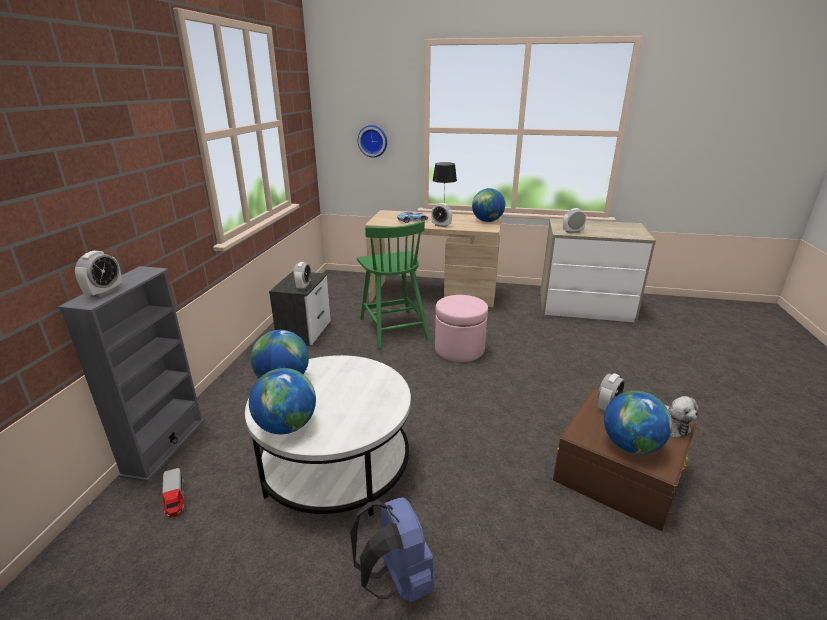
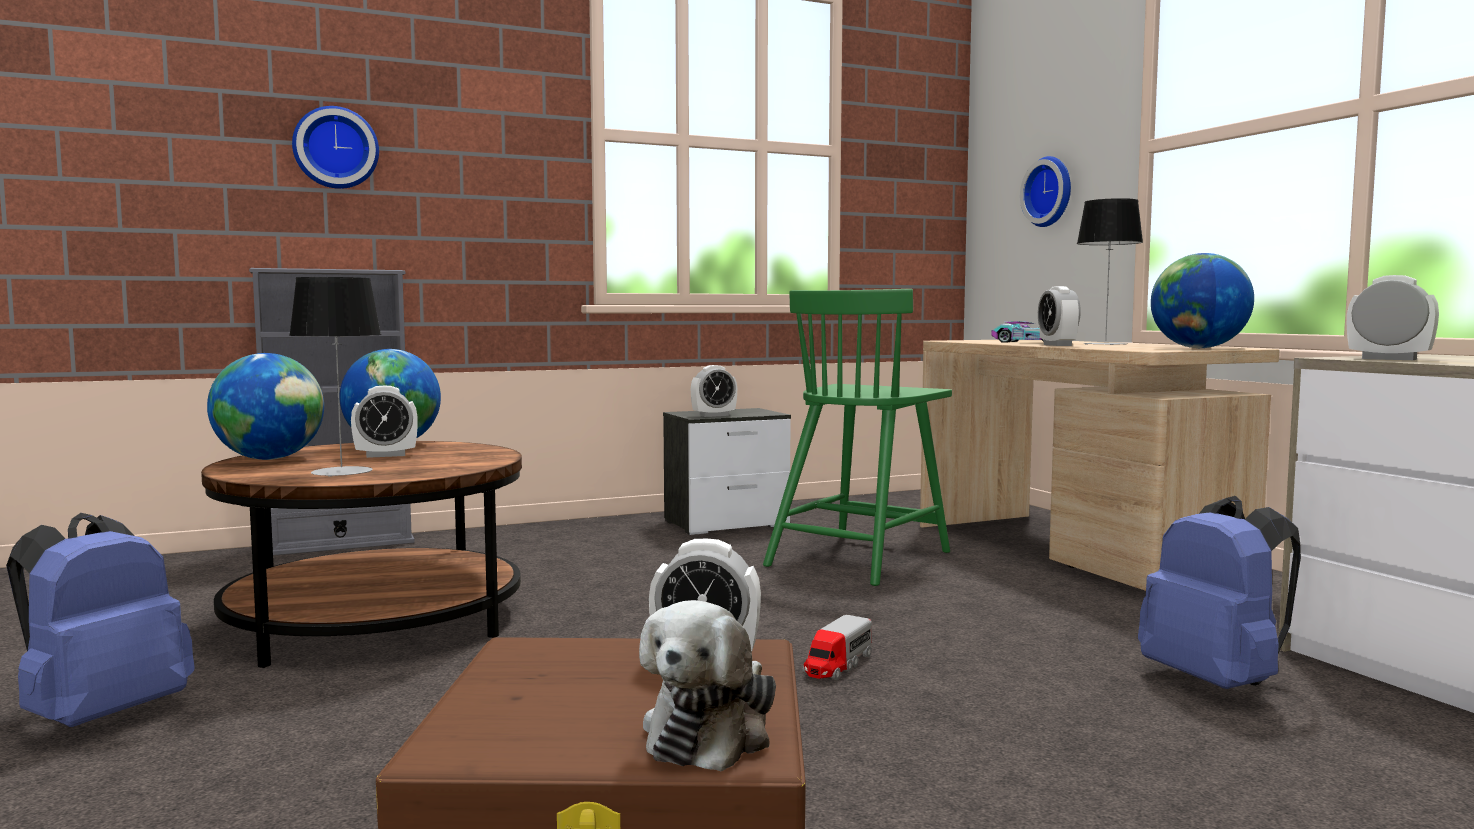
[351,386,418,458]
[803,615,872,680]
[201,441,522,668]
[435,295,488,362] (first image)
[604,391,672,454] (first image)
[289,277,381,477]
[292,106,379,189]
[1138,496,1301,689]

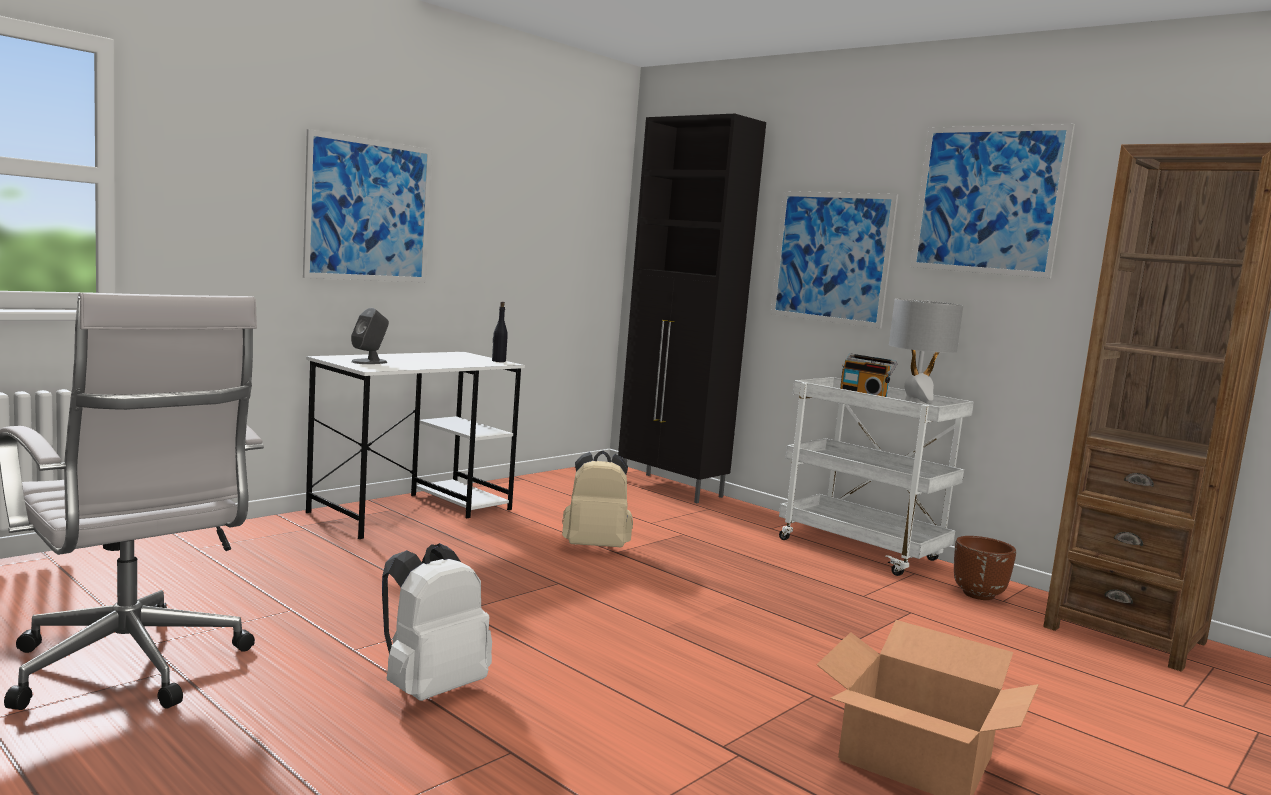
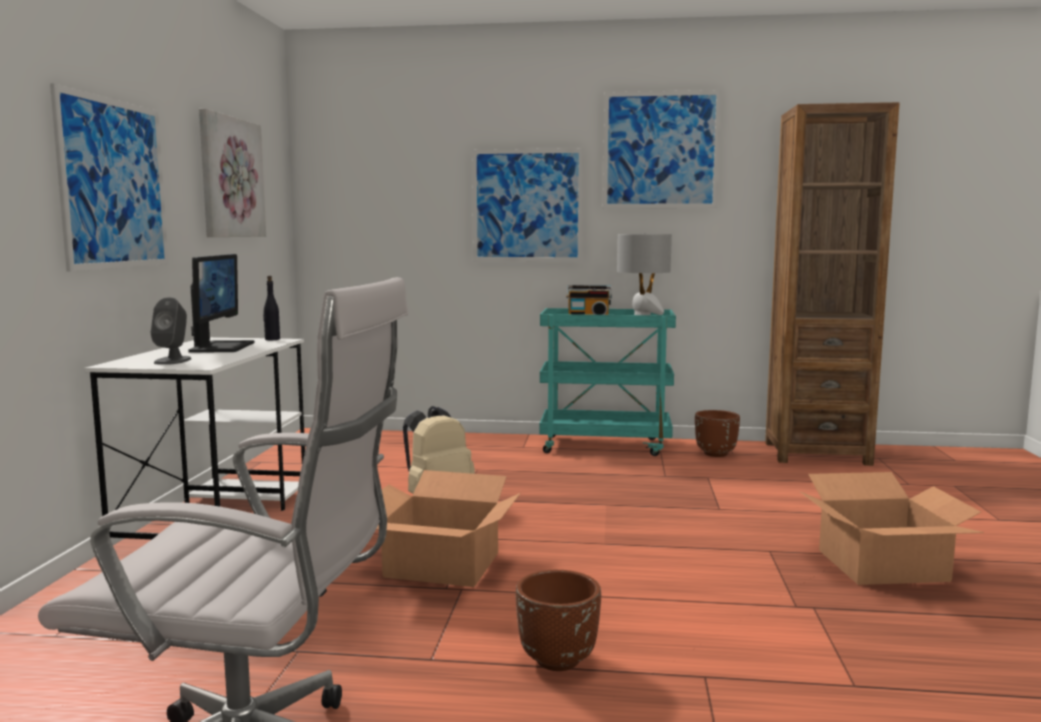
[516,570,601,671]
[618,114,766,503] (first image)
[540,308,676,456]
[188,254,255,353]
[199,109,266,237]
[376,470,521,587]

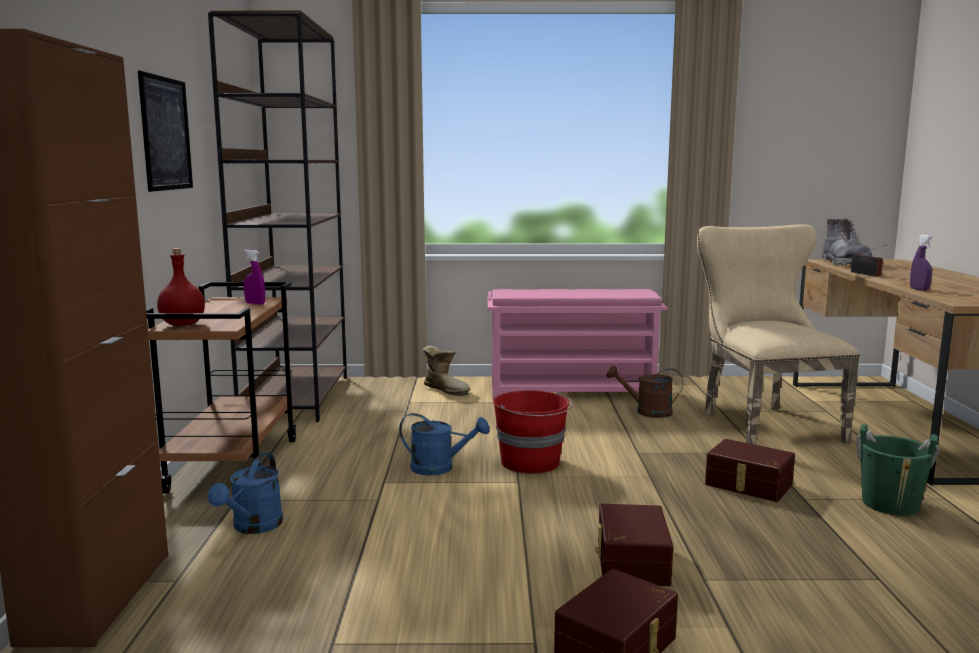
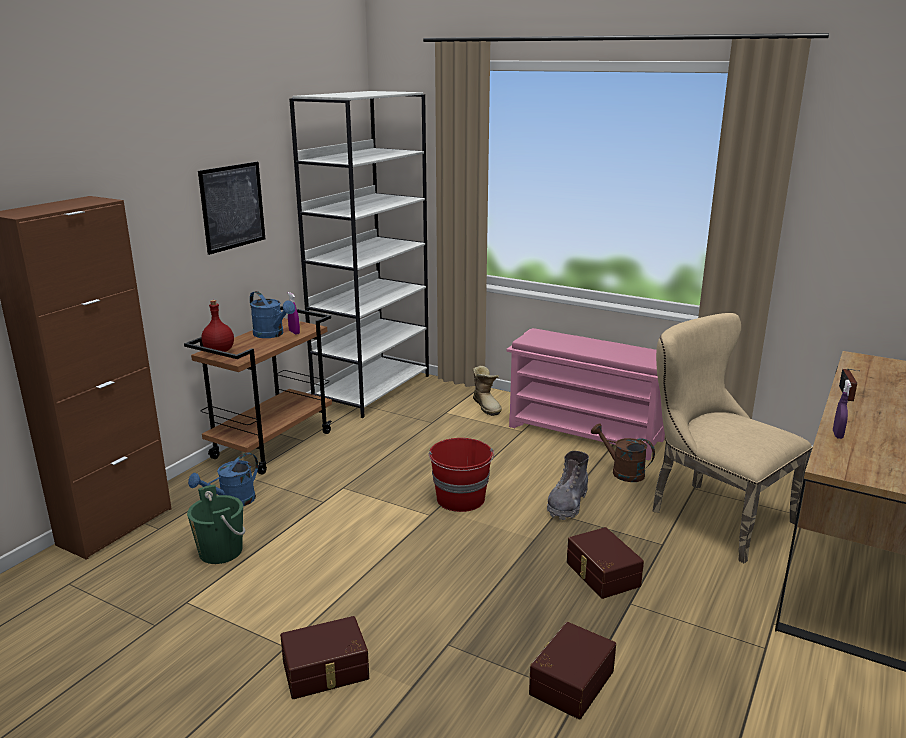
[289,91,429,418]
[250,291,295,338]
[529,622,616,719]
[653,313,813,563]
[547,451,589,520]
[187,485,246,564]

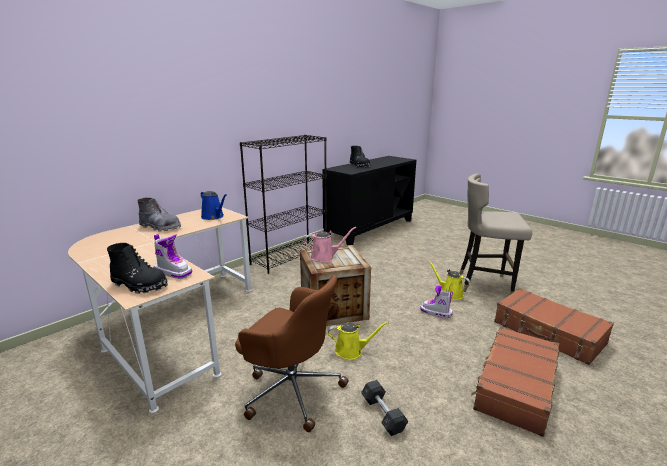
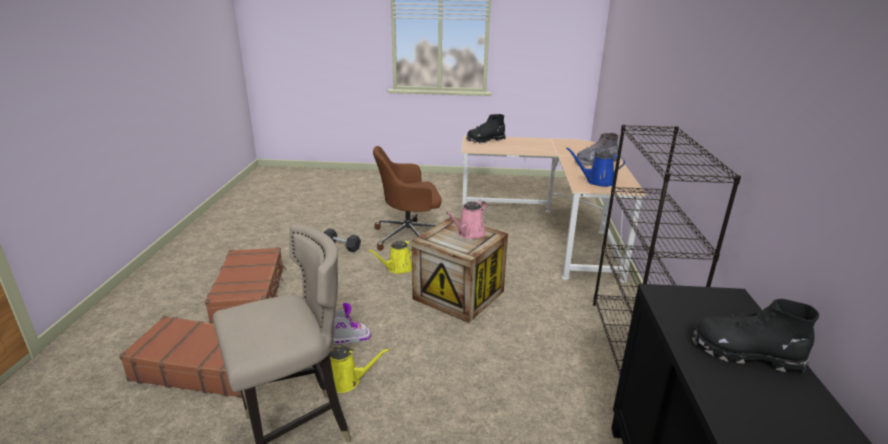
[154,234,192,279] (first image)

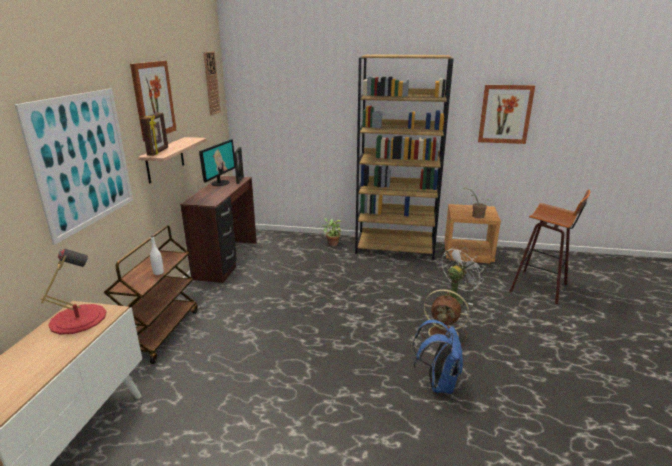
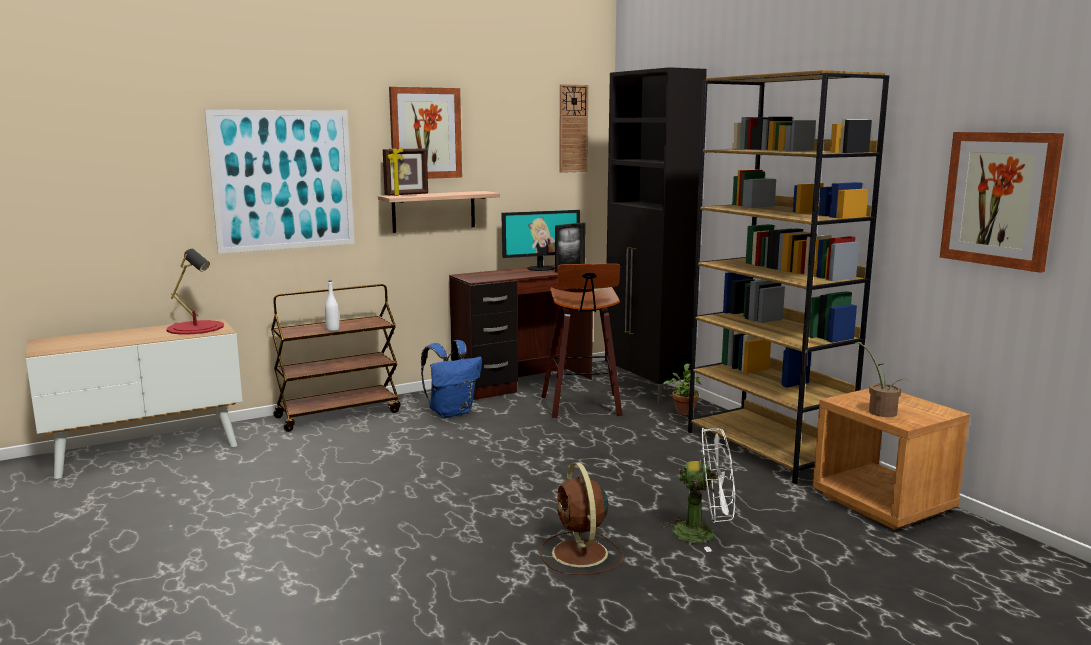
[421,340,482,418]
[541,264,623,418]
[605,67,707,404]

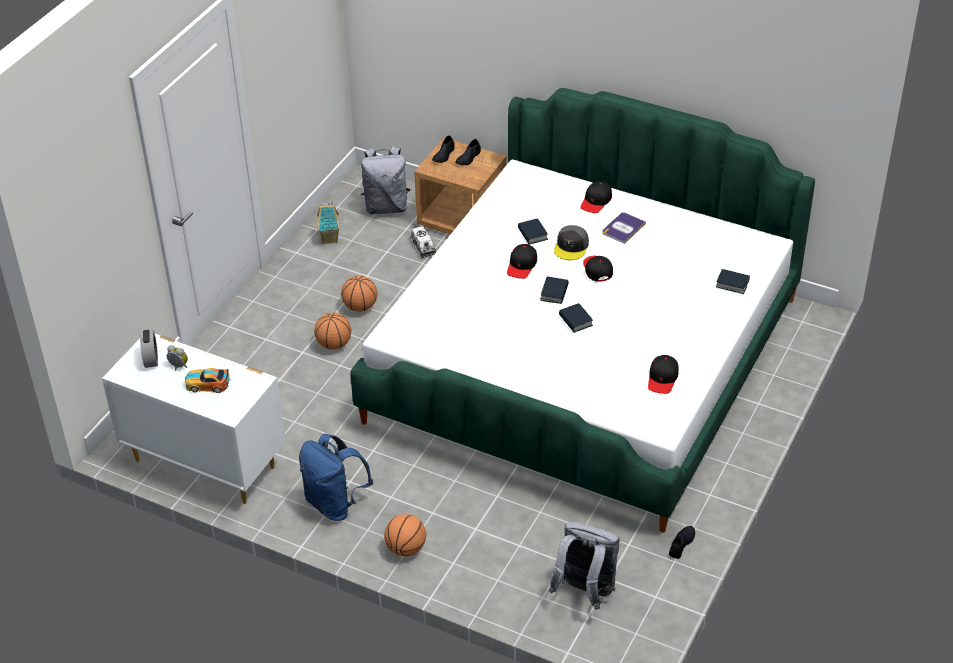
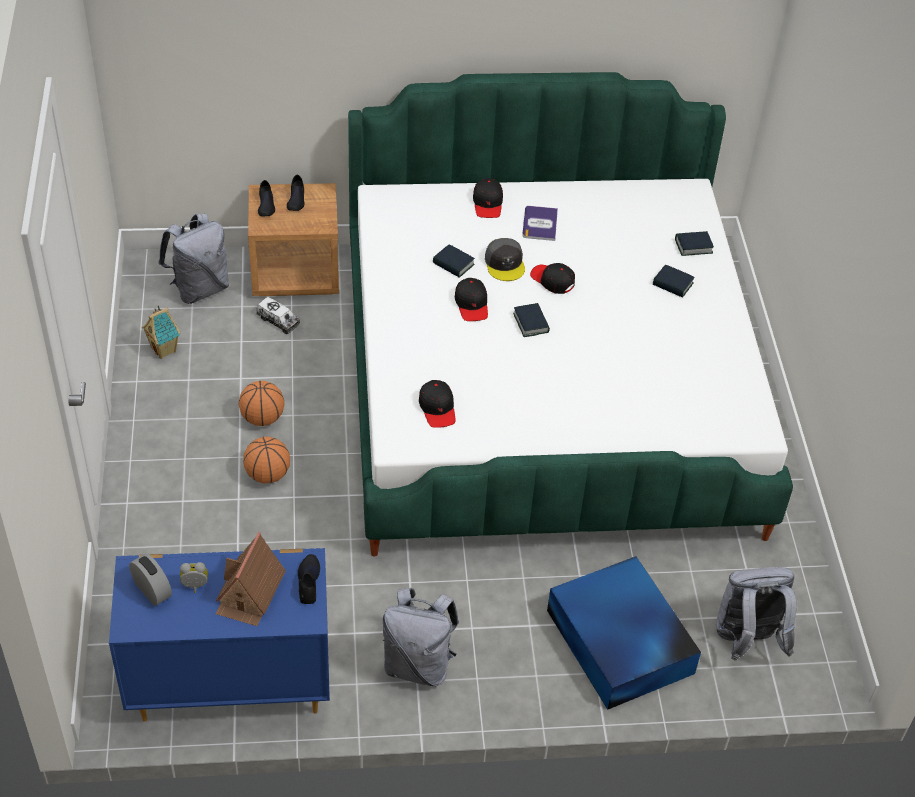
[109,548,330,722]
[216,532,286,626]
[383,588,459,686]
[384,514,426,556] (first image)
[653,265,695,298]
[419,380,455,428]
[298,554,320,604]
[547,556,701,710]

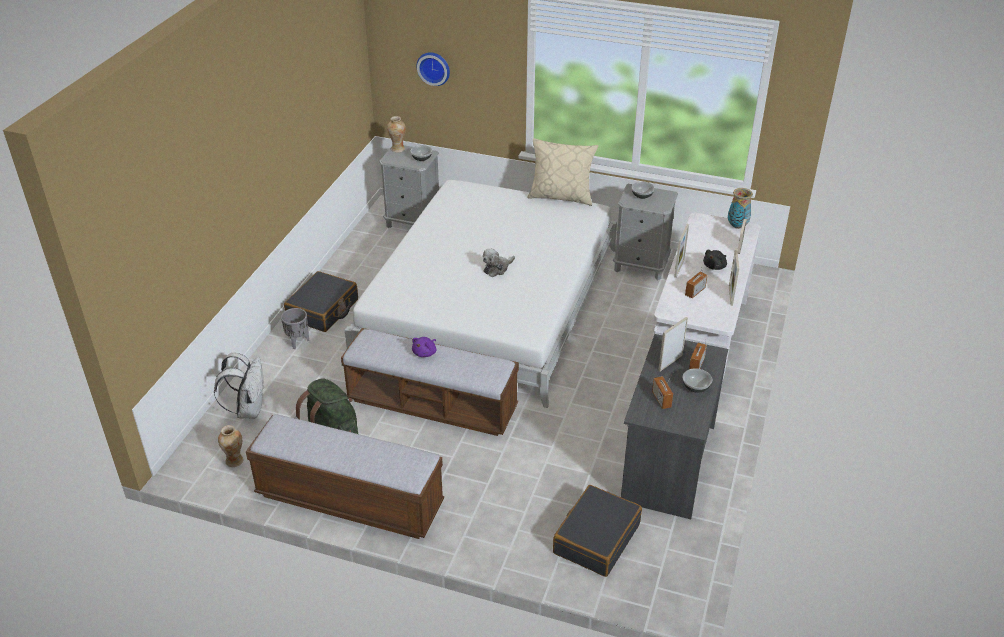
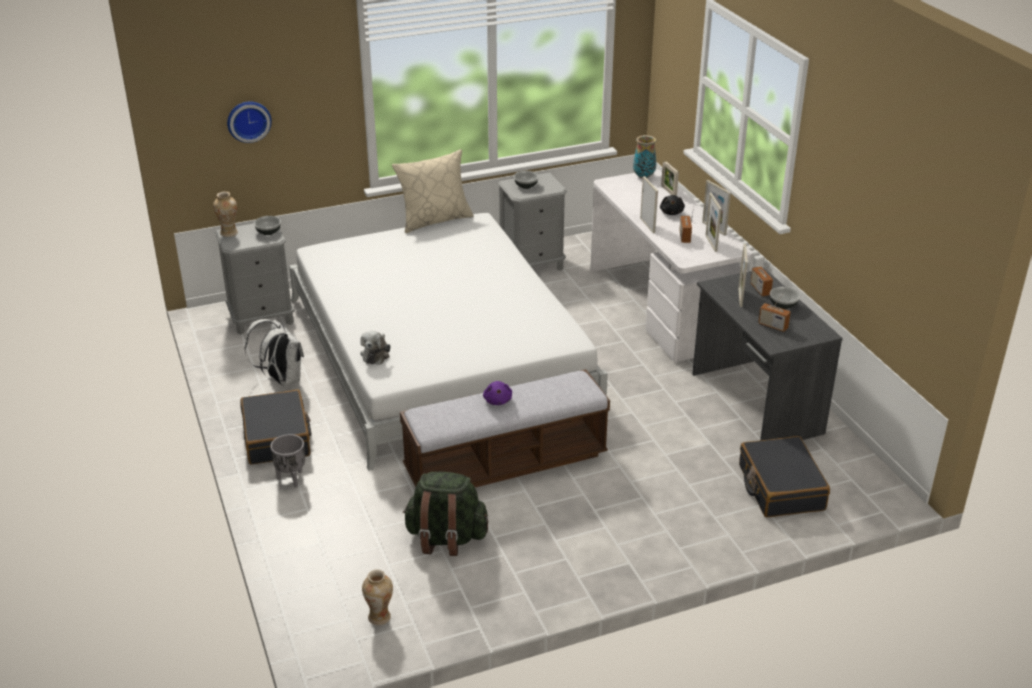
[245,319,304,386]
[246,414,444,539] (first image)
[360,331,390,365]
[705,193,722,252]

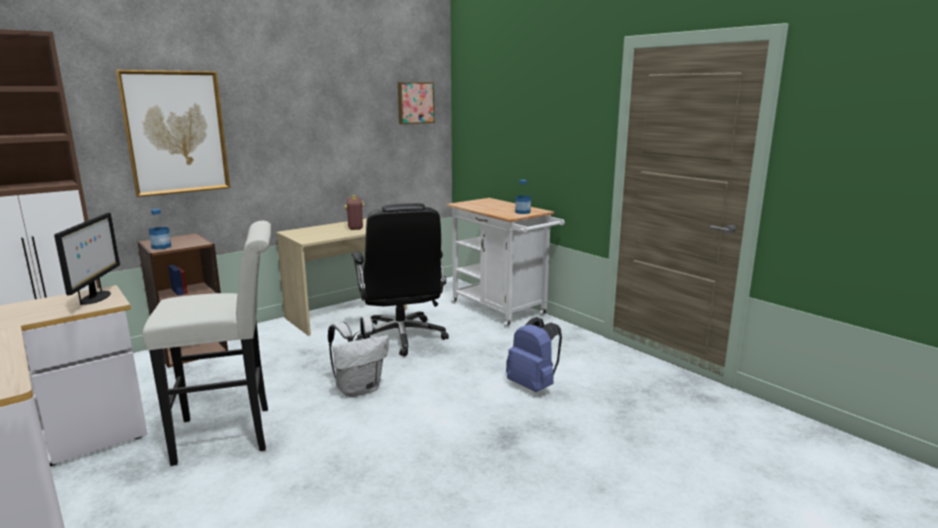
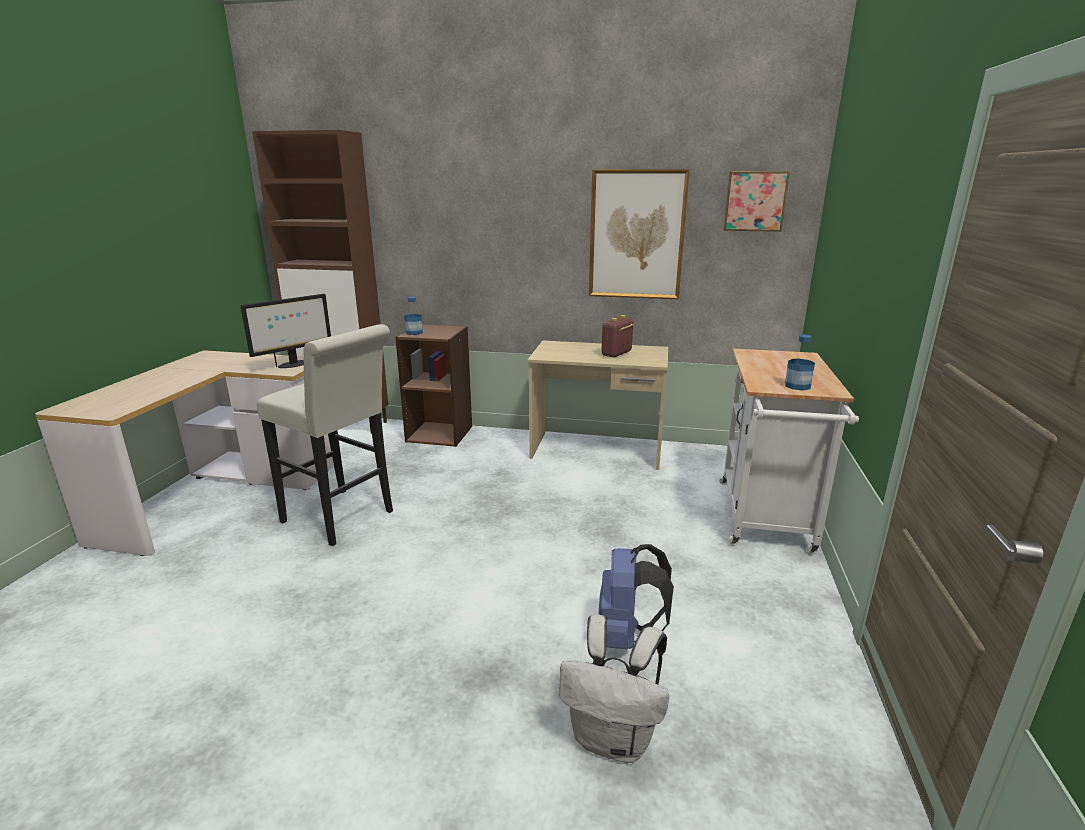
[589,169,690,299]
[559,614,669,763]
[352,203,449,357] (first image)

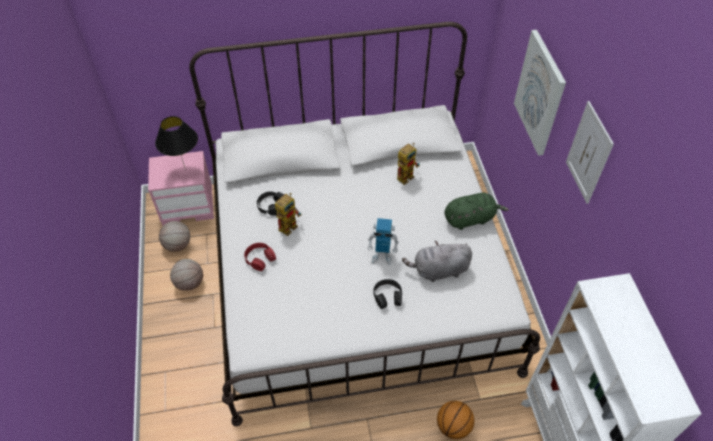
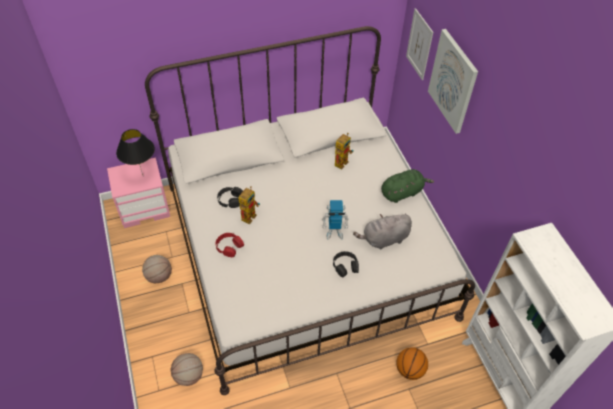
[171,353,203,386]
[406,8,433,80]

